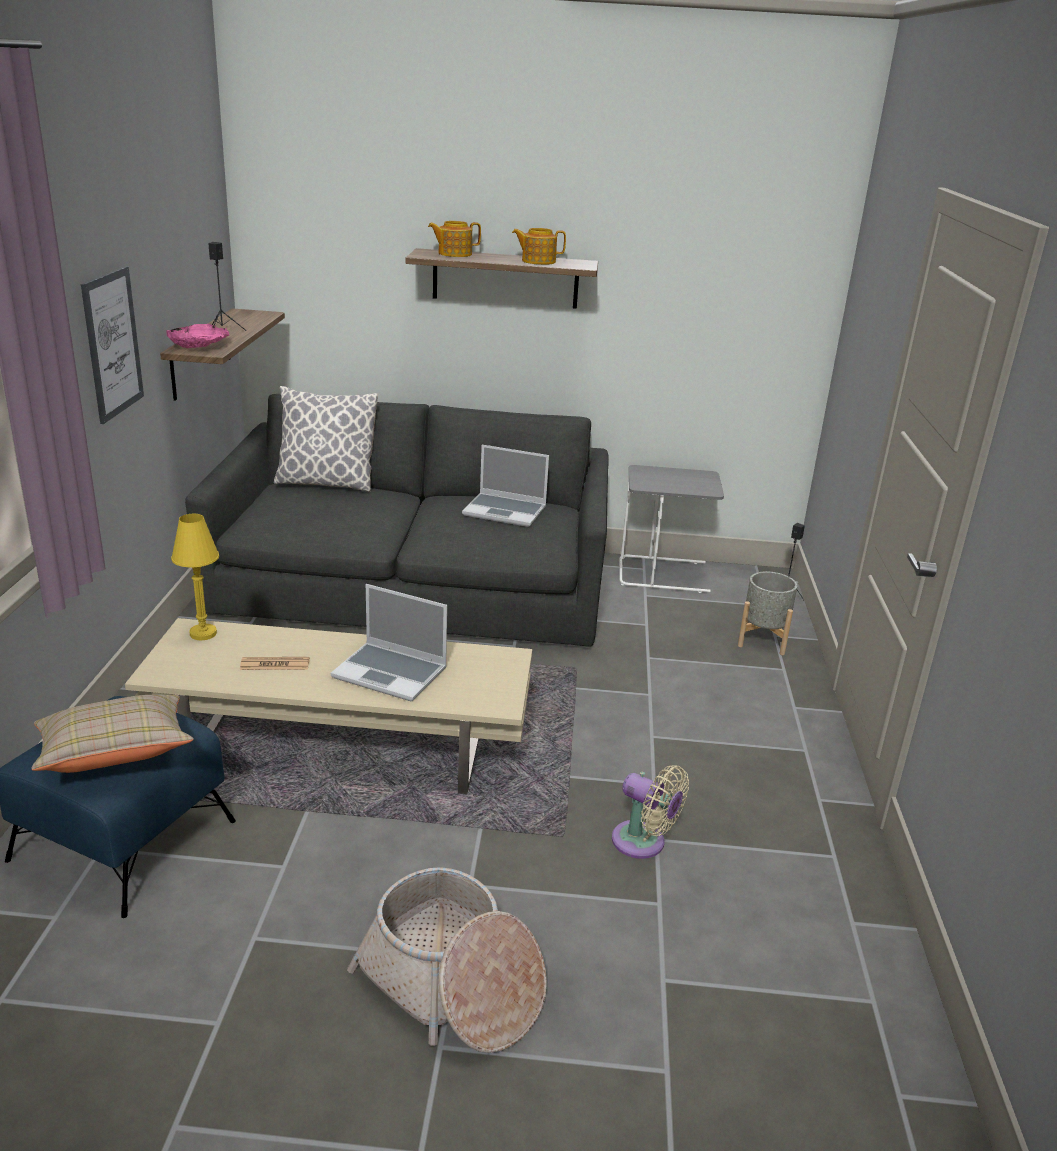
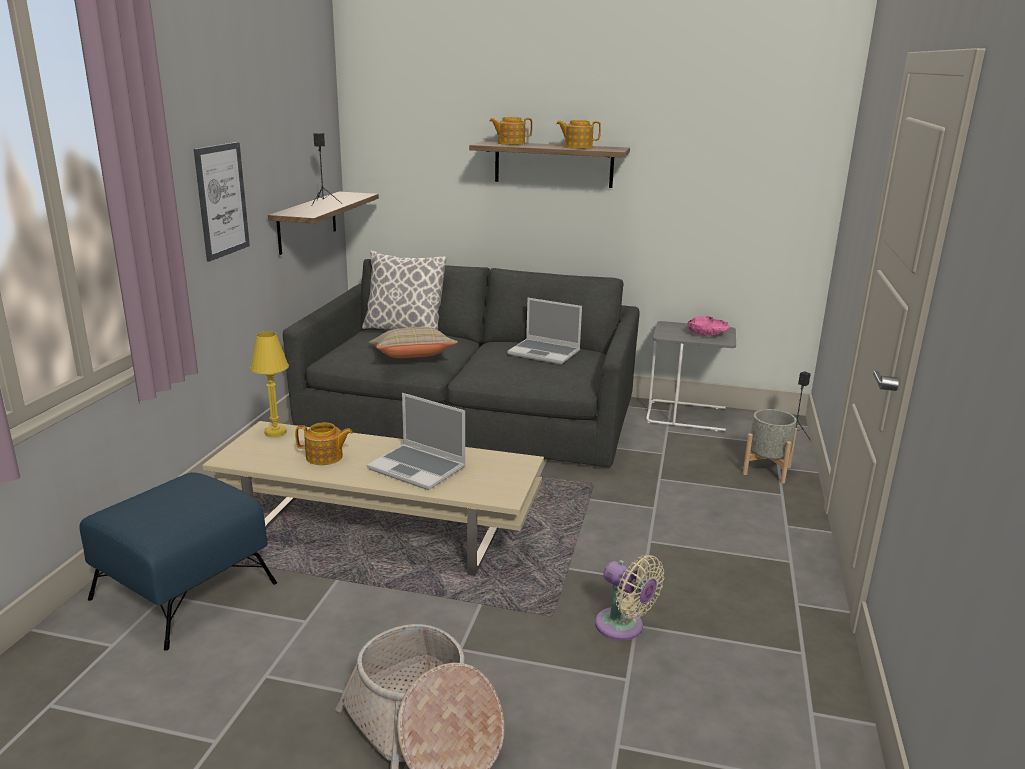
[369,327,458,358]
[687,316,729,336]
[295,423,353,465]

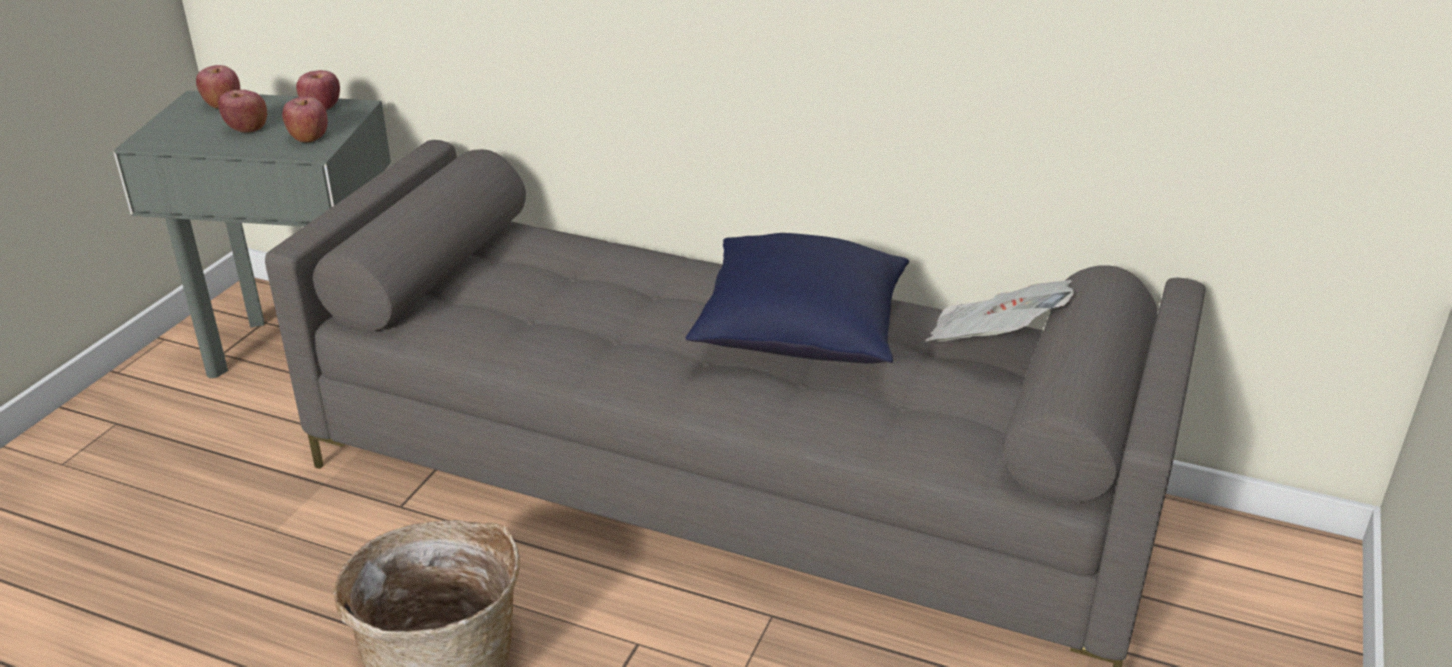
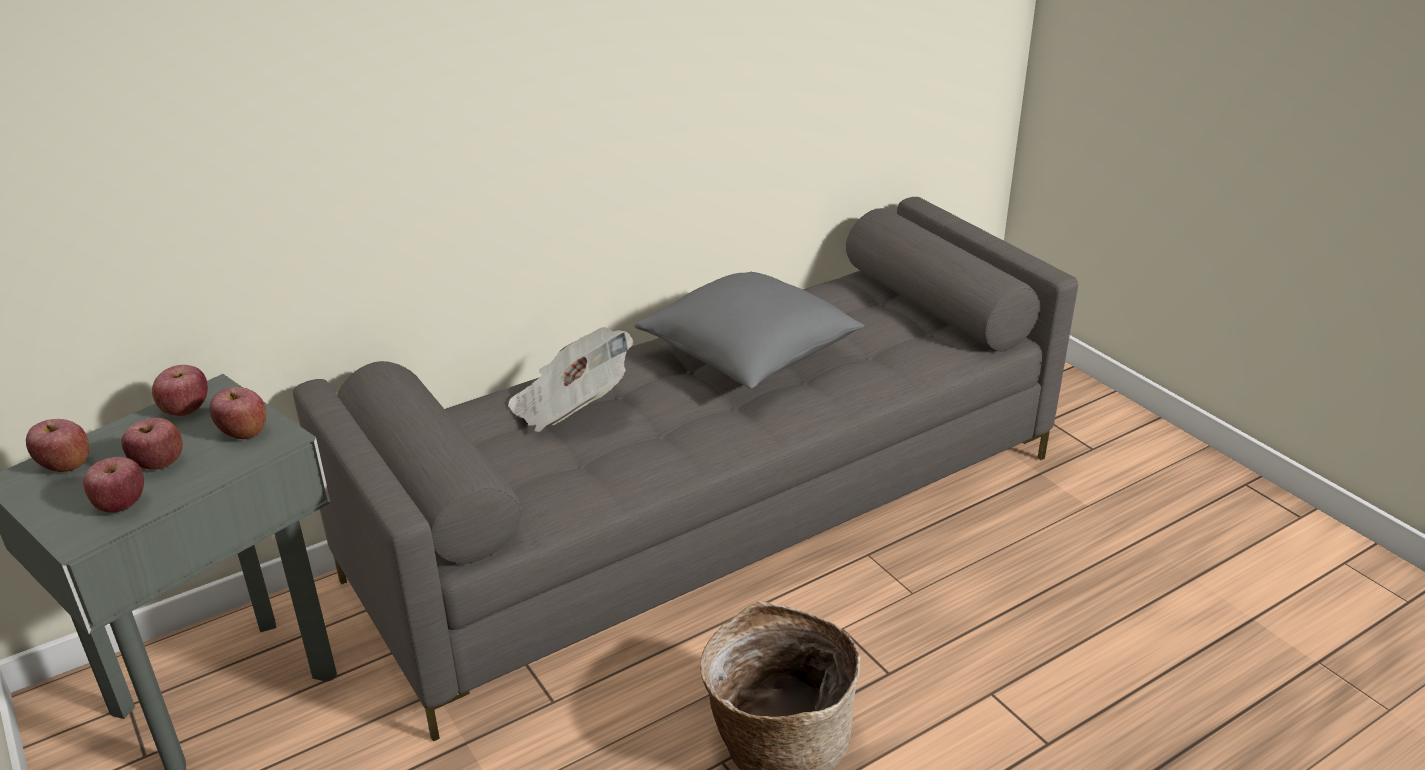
[634,272,864,389]
[508,327,634,432]
[83,457,144,513]

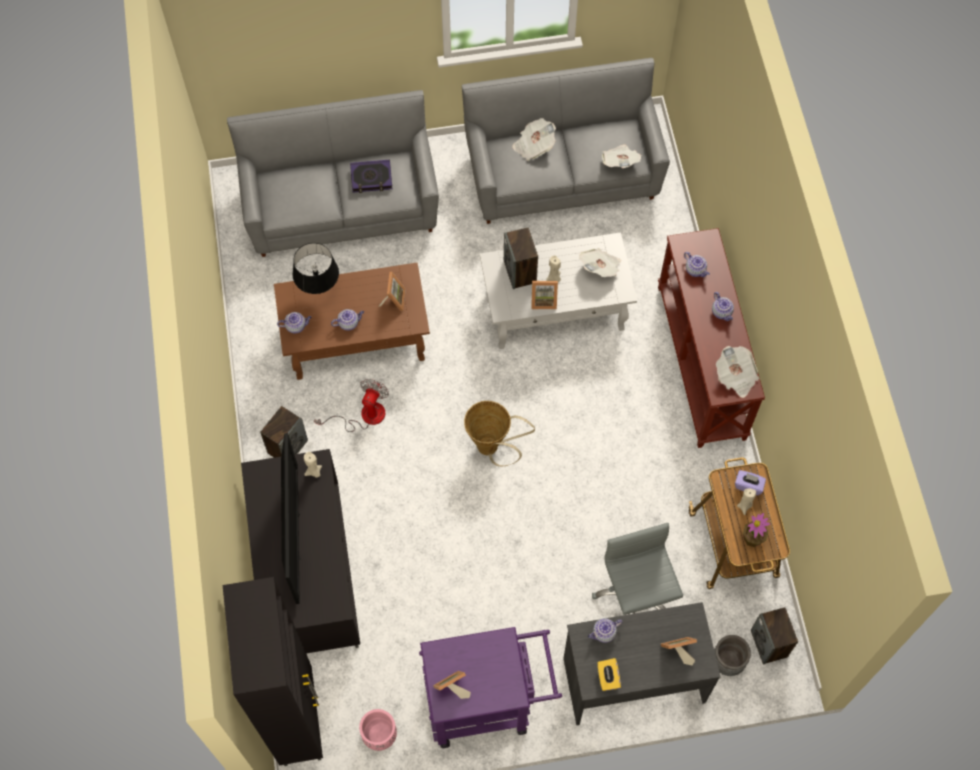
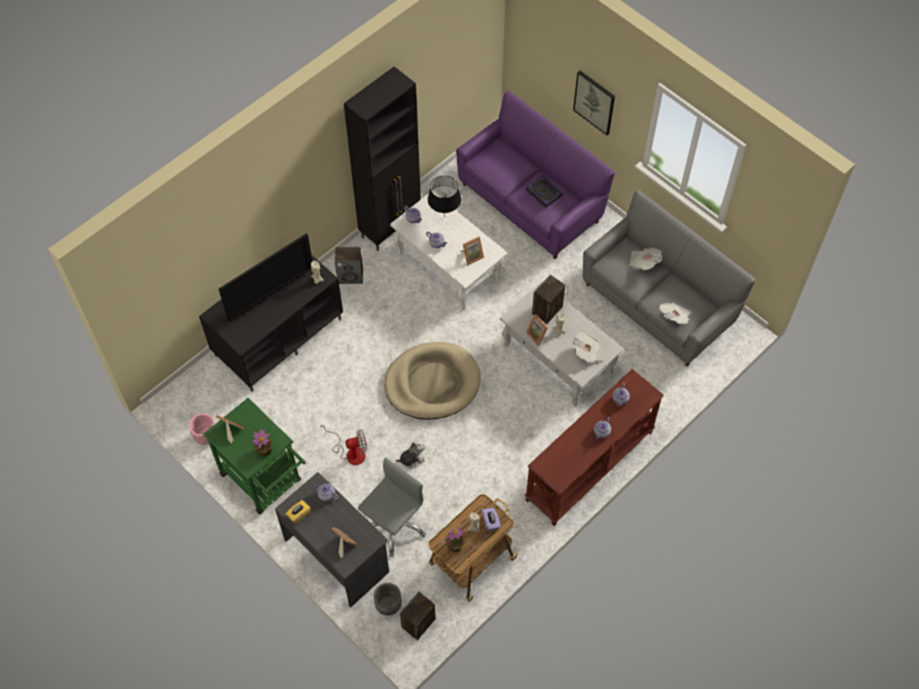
[344,66,421,251]
[456,91,615,259]
[390,191,508,310]
[320,425,367,465]
[203,398,306,514]
[384,342,481,420]
[716,346,759,398] (first image)
[252,429,272,457]
[396,443,425,468]
[573,71,615,136]

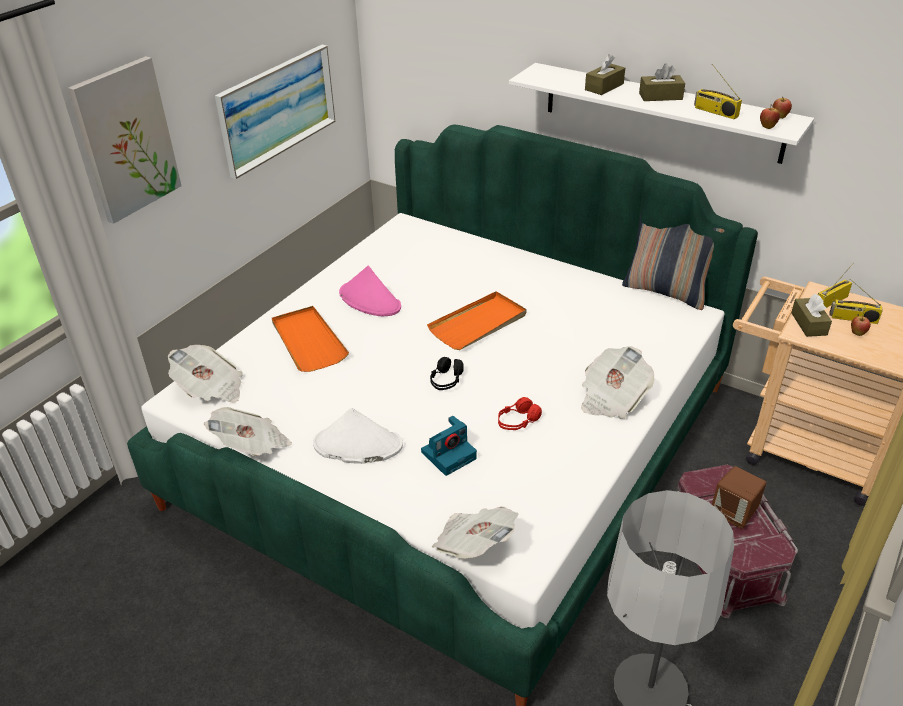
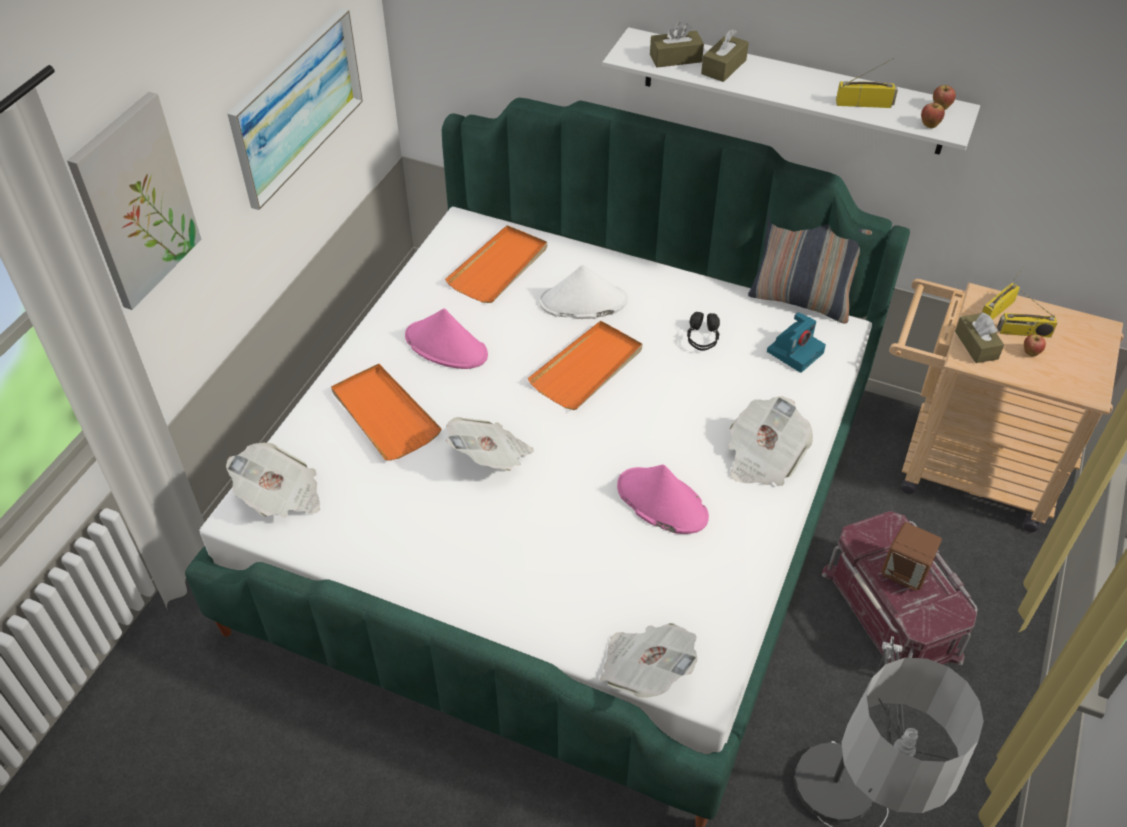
[445,417,534,471]
[539,265,628,319]
[767,312,826,373]
[687,312,720,351]
[617,465,709,534]
[650,22,704,68]
[836,58,898,108]
[445,225,547,303]

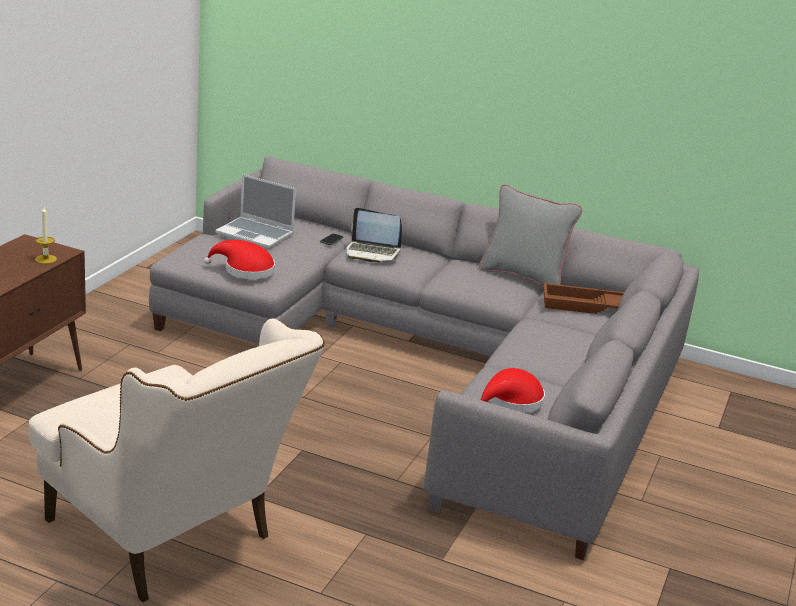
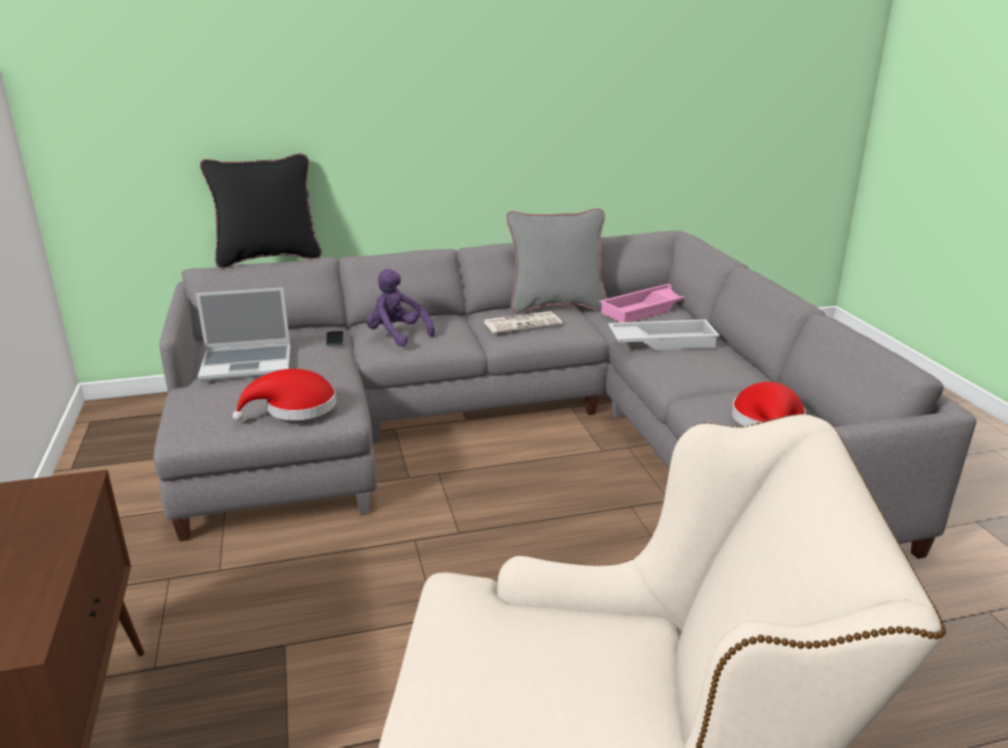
[35,207,57,264] (first image)
[366,269,435,347]
[599,284,684,323]
[200,154,322,268]
[483,311,562,333]
[608,319,720,350]

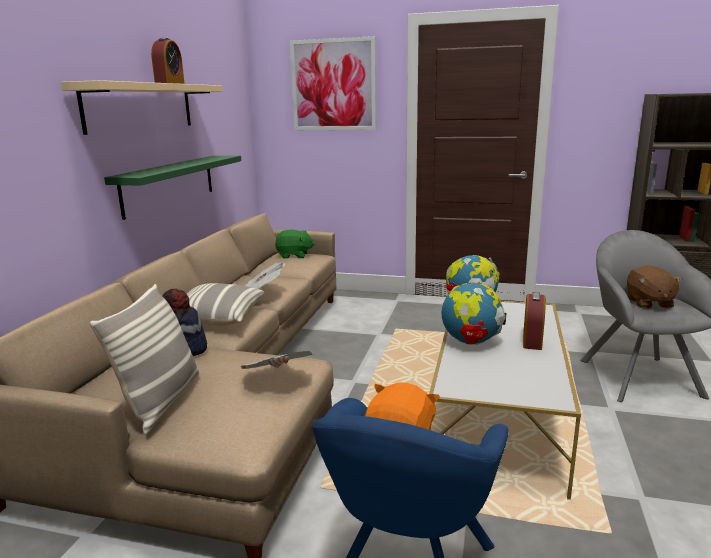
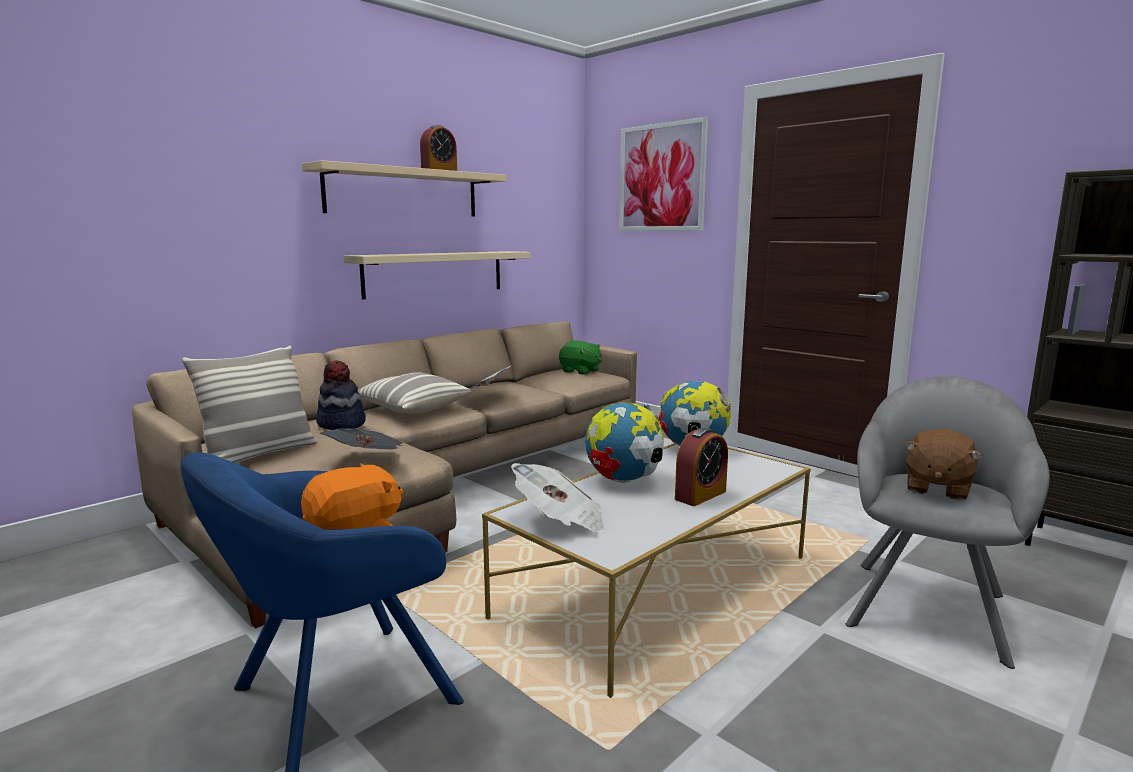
[344,251,530,300]
[511,463,605,533]

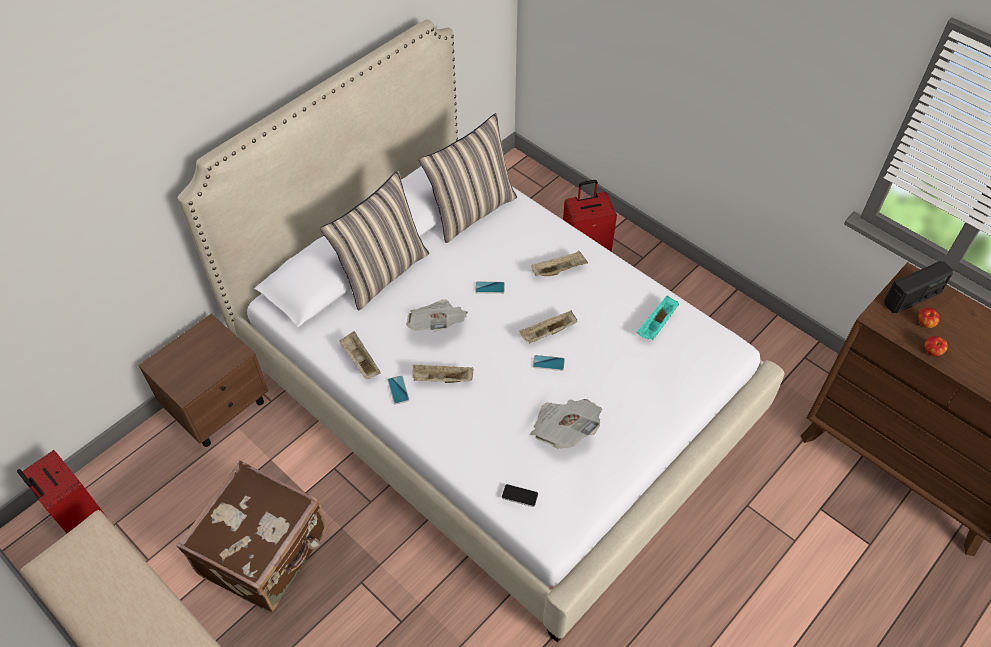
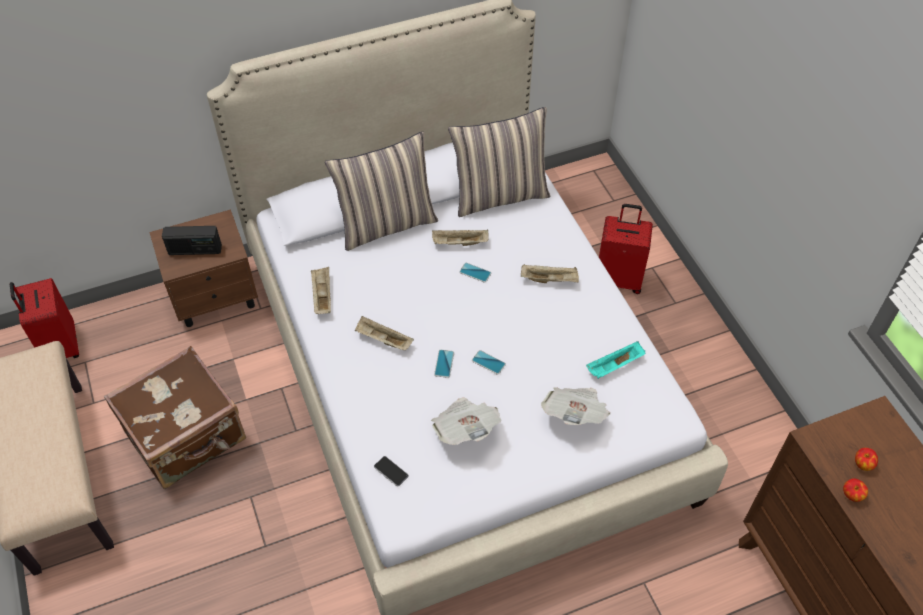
[434,350,454,378]
[541,387,610,425]
[432,230,489,246]
[162,226,222,255]

